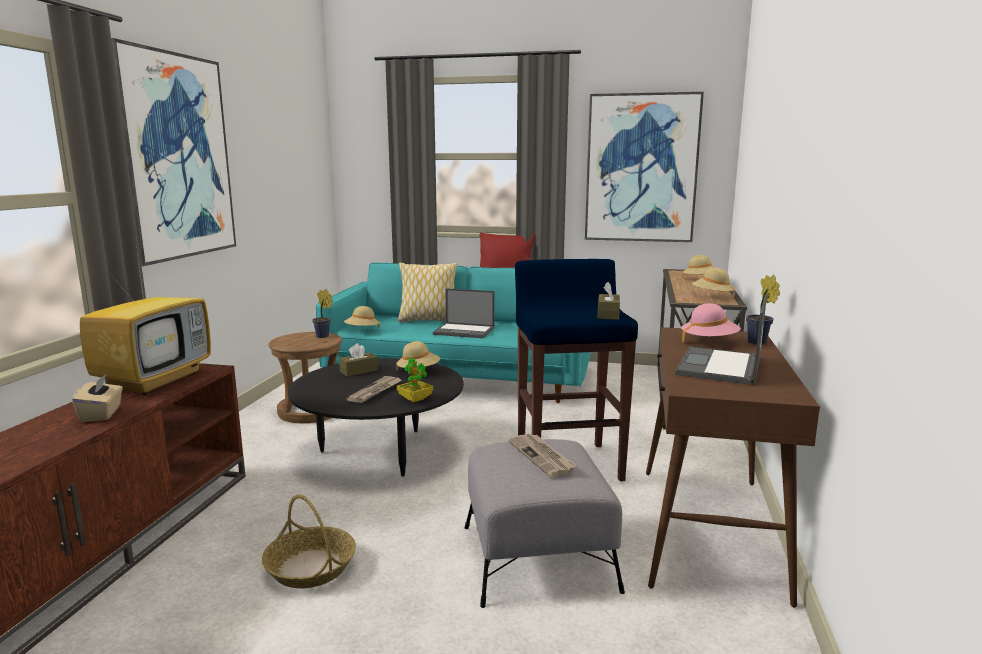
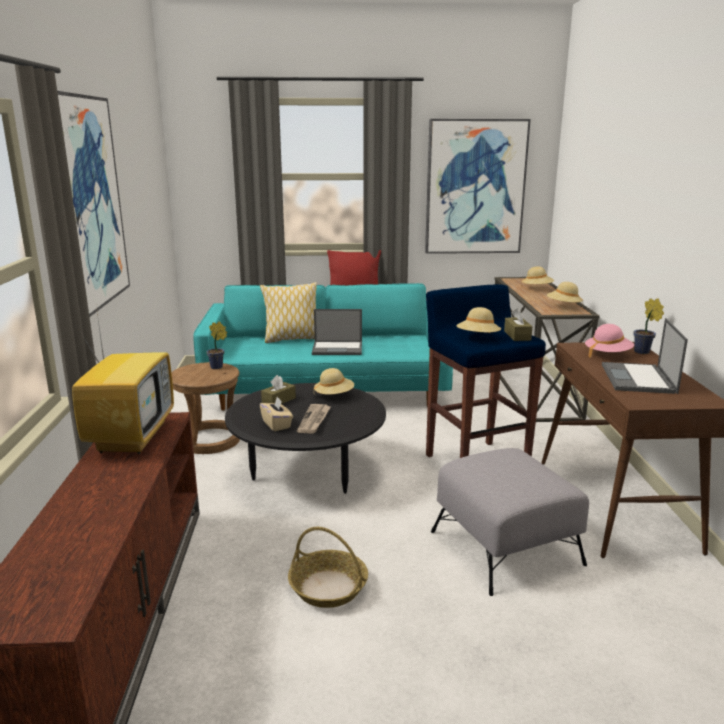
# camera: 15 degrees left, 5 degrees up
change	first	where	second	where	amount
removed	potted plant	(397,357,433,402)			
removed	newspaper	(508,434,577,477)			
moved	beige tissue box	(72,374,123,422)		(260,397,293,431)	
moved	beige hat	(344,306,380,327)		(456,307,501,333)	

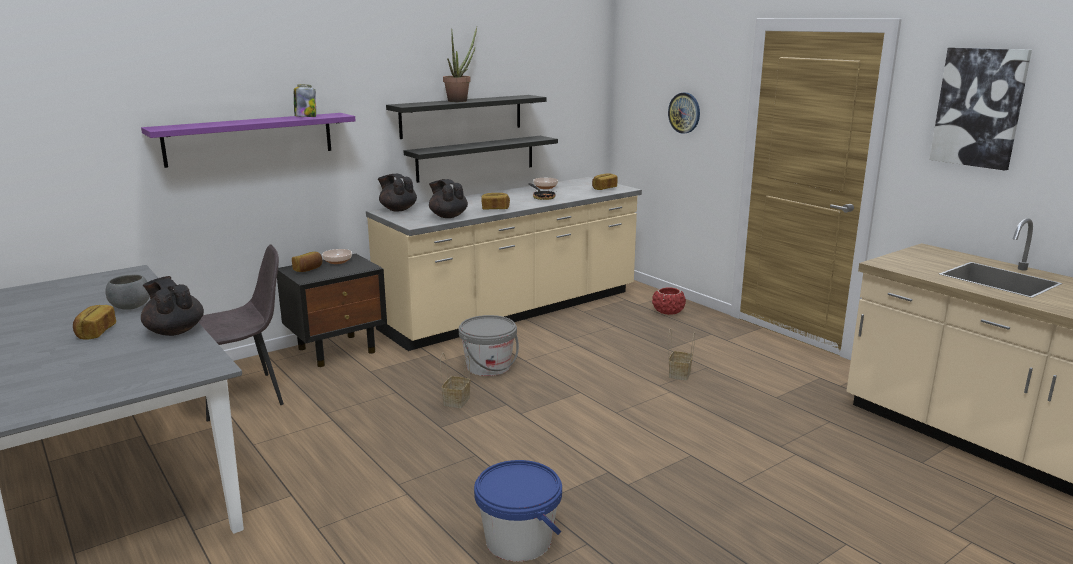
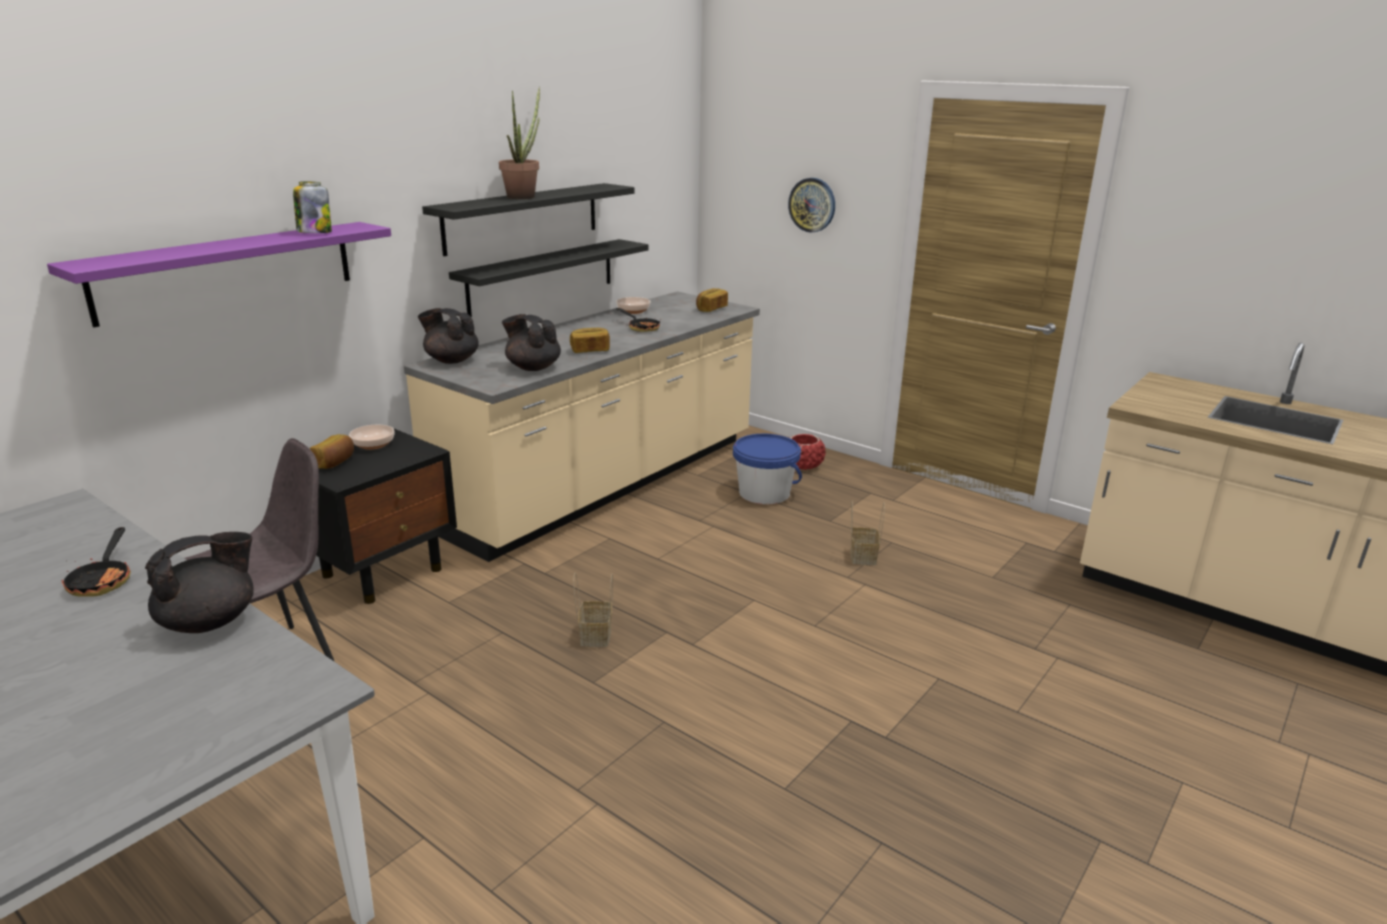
# camera: 15 degrees left, 5 degrees up
change	first	where	second	where	amount
removed	bread	(73,305,116,340)			
removed	grey bucket	(459,315,519,376)			
removed	picture	(929,48,1032,171)			
moved	blue bucket	(474,460,562,562)		(733,434,802,504)	
replaced	grey bowl	(105,274,150,310)	frying pan	(62,527,131,597)	
turned	black teapot	(141,276,204,336)		(145,532,254,633)	105 degrees clockwise

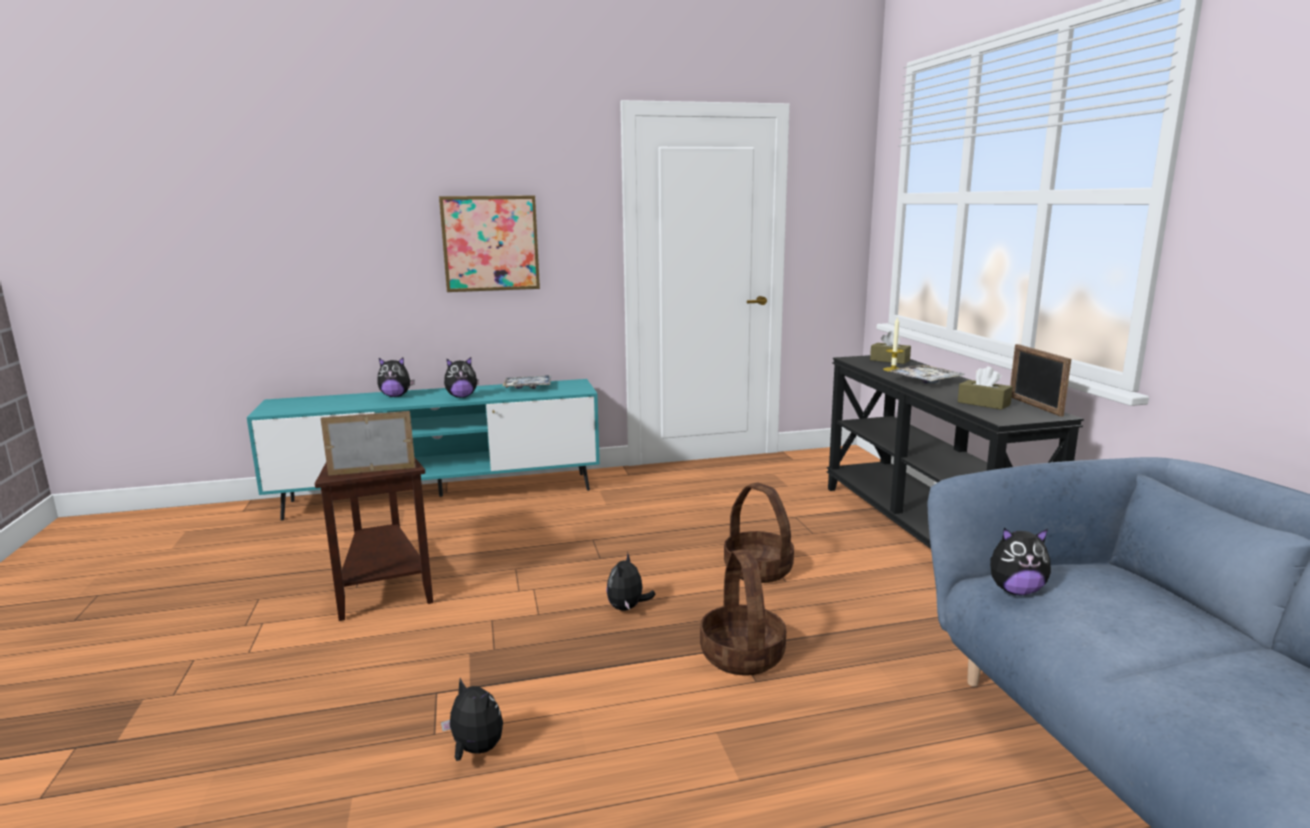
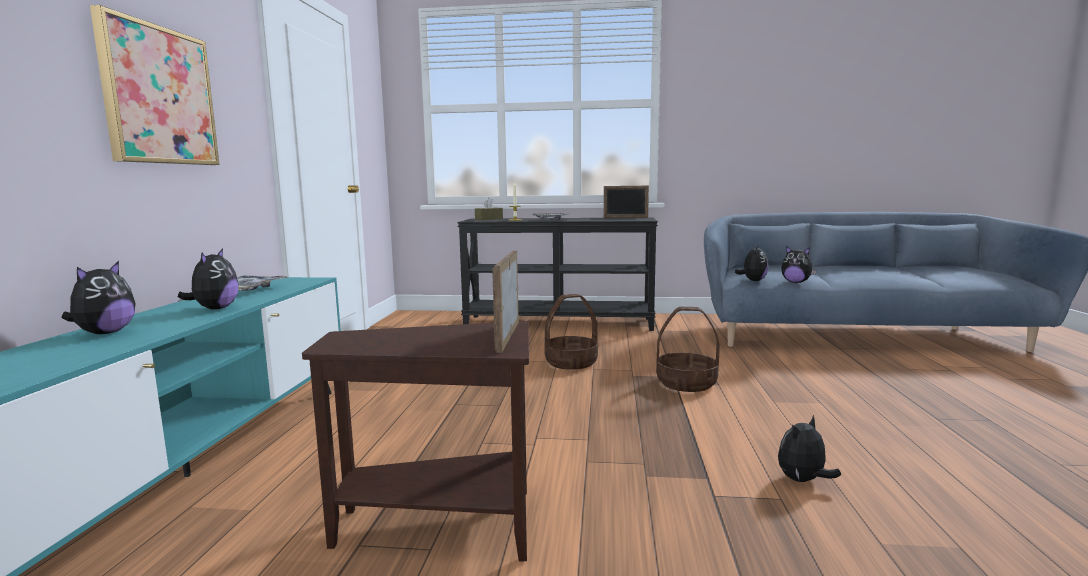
# camera: 70 degrees left, 5 degrees down
change	first	where	second	where	amount
removed	brown tissue box	(958,366,1013,410)			
moved	plush toy	(606,552,656,611)		(781,247,816,283)	

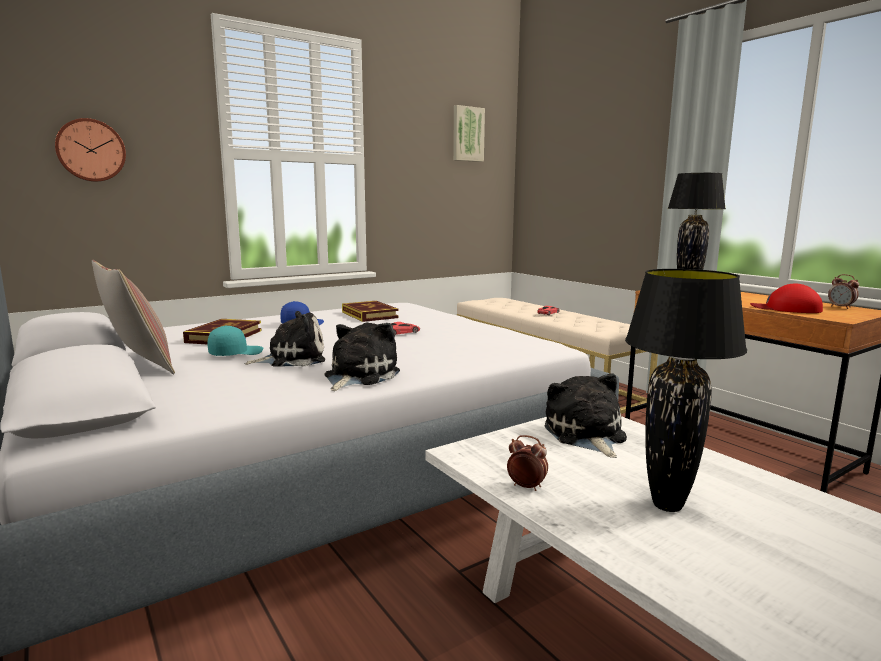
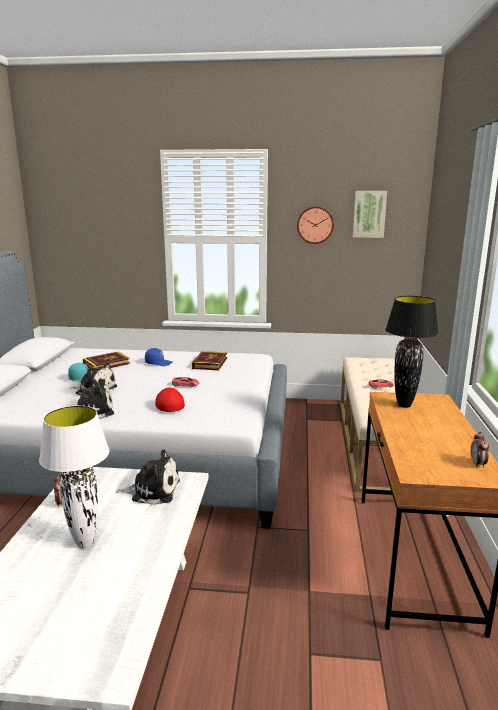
# camera: 40 degrees right, 5 degrees up
change	first	where	second	where	amount
removed	pillow	(92,260,175,374)			
moved	wall clock	(55,118,126,182)		(297,206,334,244)	
moved	red cap	(750,283,823,313)		(155,387,185,412)	
recoloured	black table lamp	(625,269,747,512)	white table lamp	(39,406,109,549)	
turned	plush toy	(545,373,627,458)		(116,449,180,505)	60 degrees clockwise

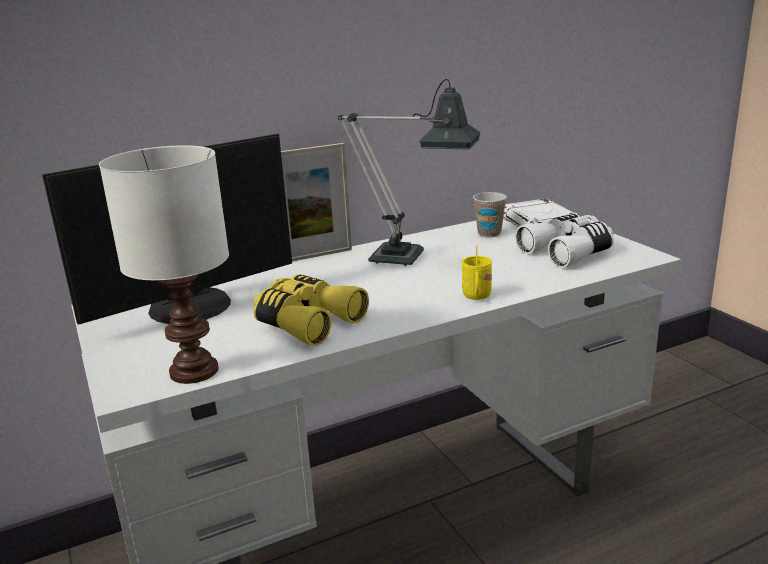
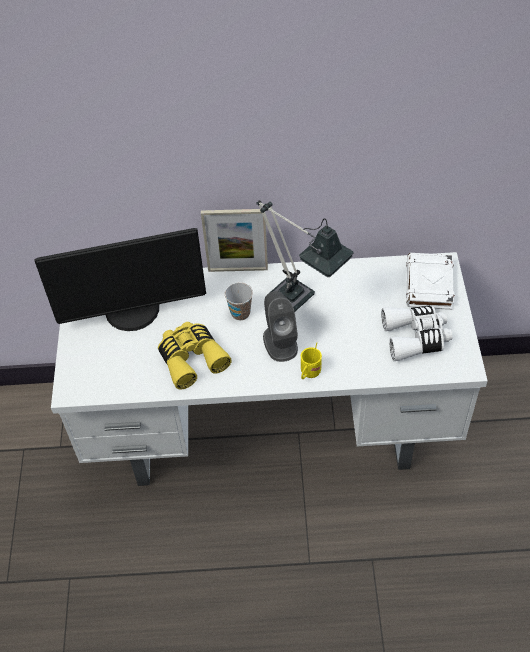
# camera: 25 degrees right, 30 degrees up
change	first	where	second	where	amount
removed	white table lamp	(99,145,229,384)			
added			grey speaker	(263,291,298,362)	
moved	cup	(473,192,507,237)		(225,282,253,321)	

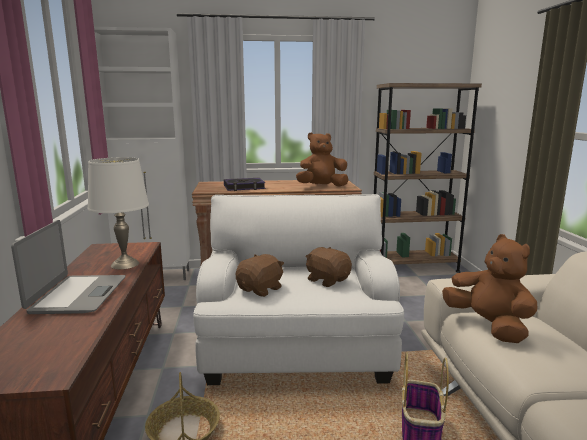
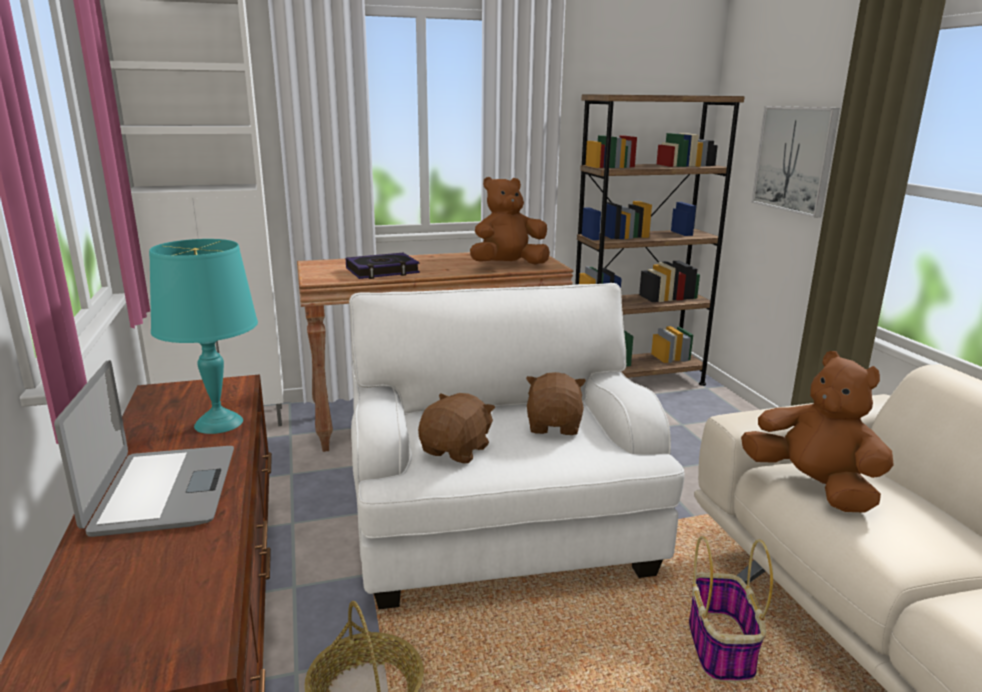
# camera: 10 degrees left, 5 degrees up
change	first	where	second	where	amount
added			picture	(751,106,840,217)	
recoloured	white table lamp	(88,157,149,269)	turquoise table lamp	(149,239,258,434)	
turned	brown plush toy	(306,247,352,287)		(526,372,586,435)	60 degrees clockwise

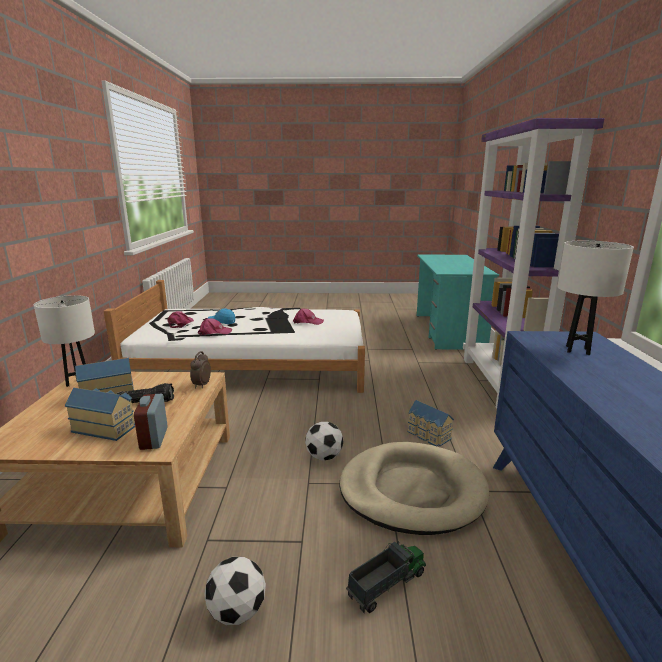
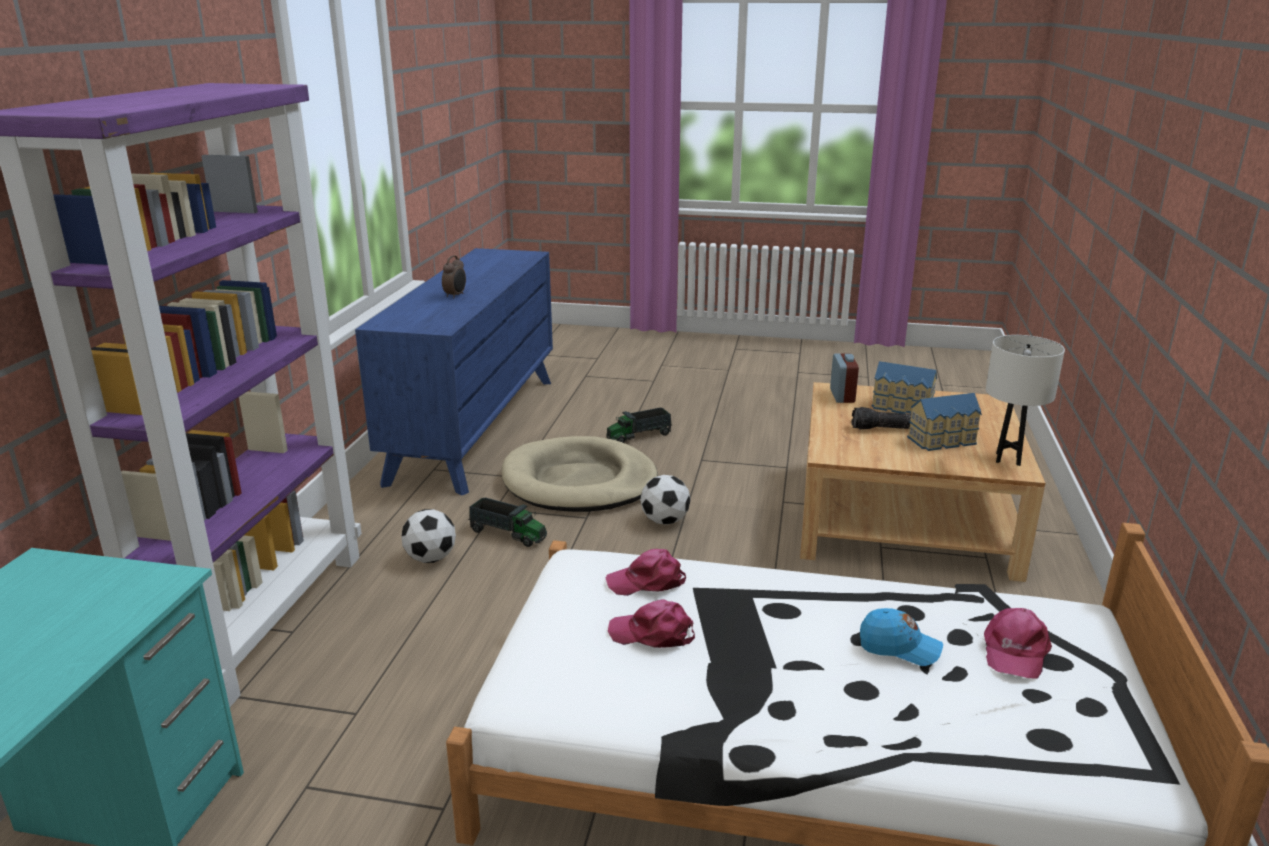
# camera: 170 degrees left, 5 degrees up
change	first	where	second	where	amount
removed	white table lamp	(558,241,634,355)			
moved	alarm clock	(190,351,211,389)		(442,255,466,298)	
moved	pink cap	(198,318,232,335)		(606,549,686,596)	
moved	football	(204,557,266,625)		(401,509,456,563)	
replaced	toy house	(407,400,454,446)	toy truck	(468,497,547,547)	

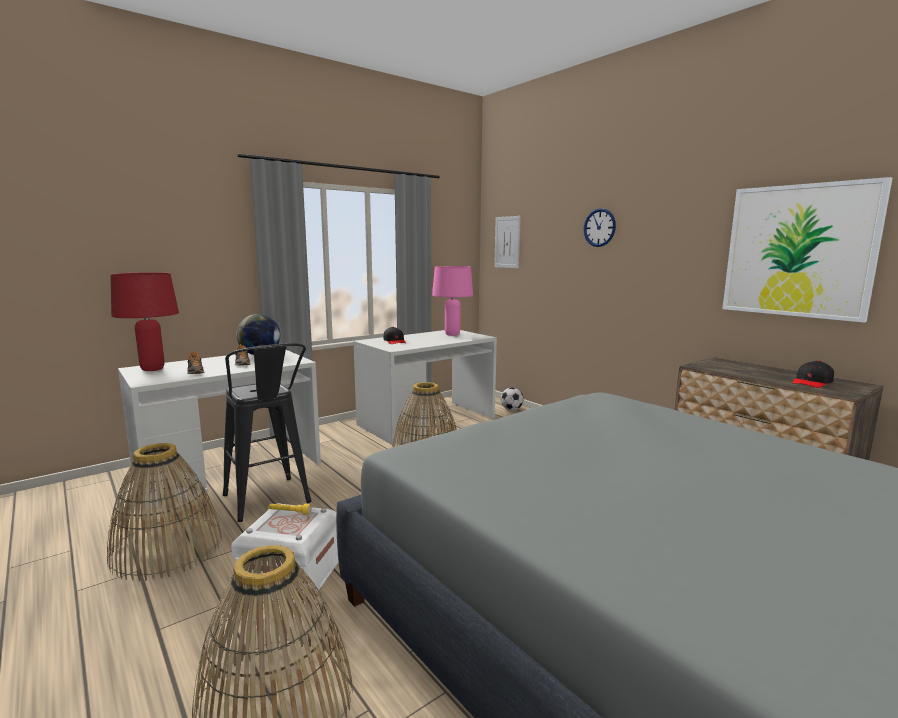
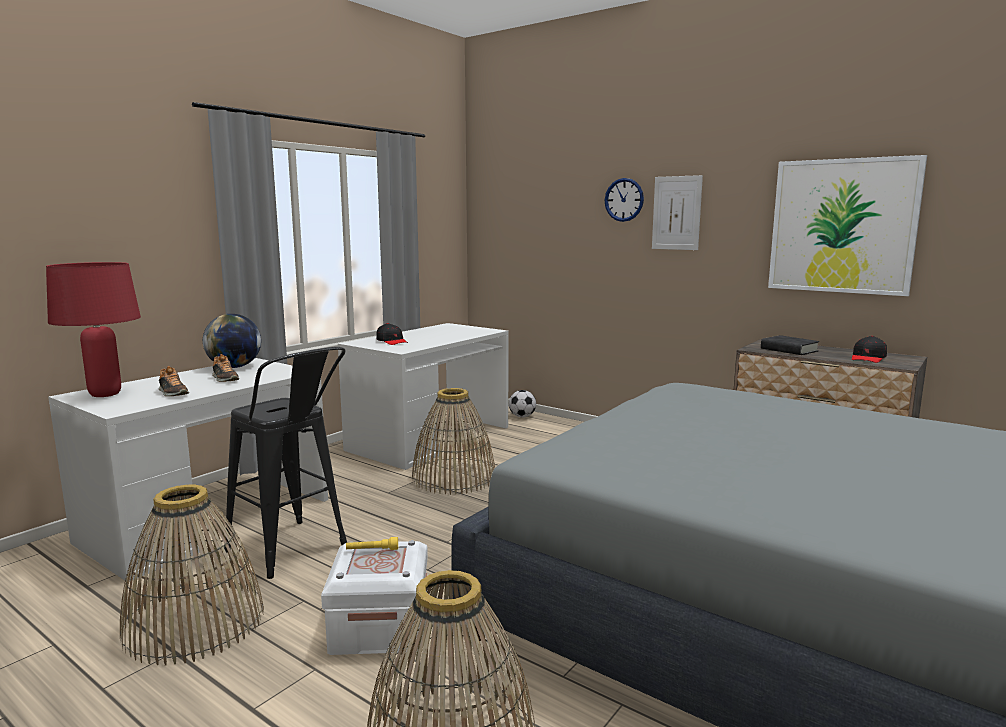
# camera: 15 degrees left, 0 degrees up
change	first	where	second	where	amount
removed	pink table lamp	(432,266,473,336)			
added			black book	(761,335,819,355)	
moved	picture	(494,216,521,268)		(652,175,703,250)	

